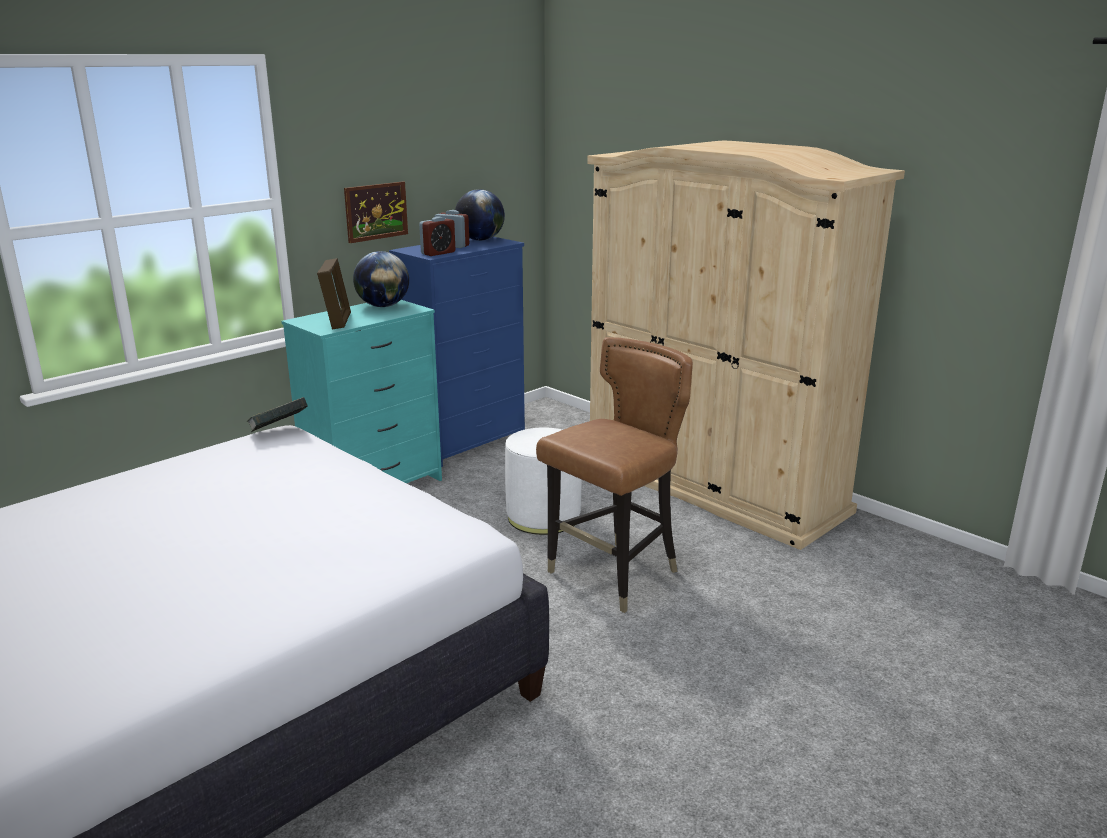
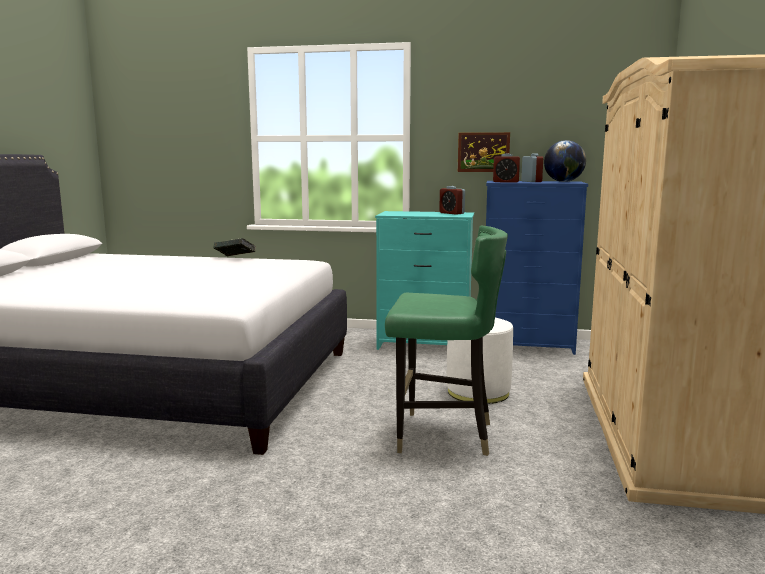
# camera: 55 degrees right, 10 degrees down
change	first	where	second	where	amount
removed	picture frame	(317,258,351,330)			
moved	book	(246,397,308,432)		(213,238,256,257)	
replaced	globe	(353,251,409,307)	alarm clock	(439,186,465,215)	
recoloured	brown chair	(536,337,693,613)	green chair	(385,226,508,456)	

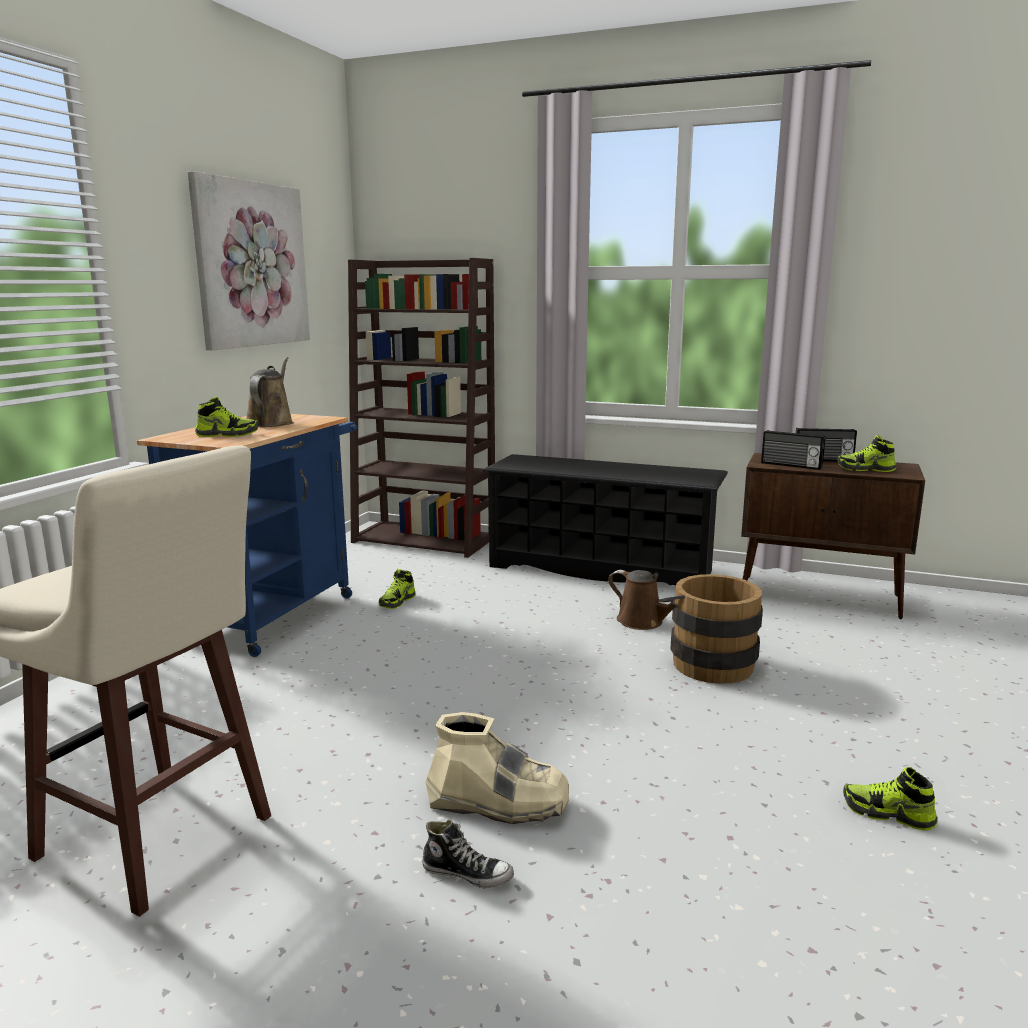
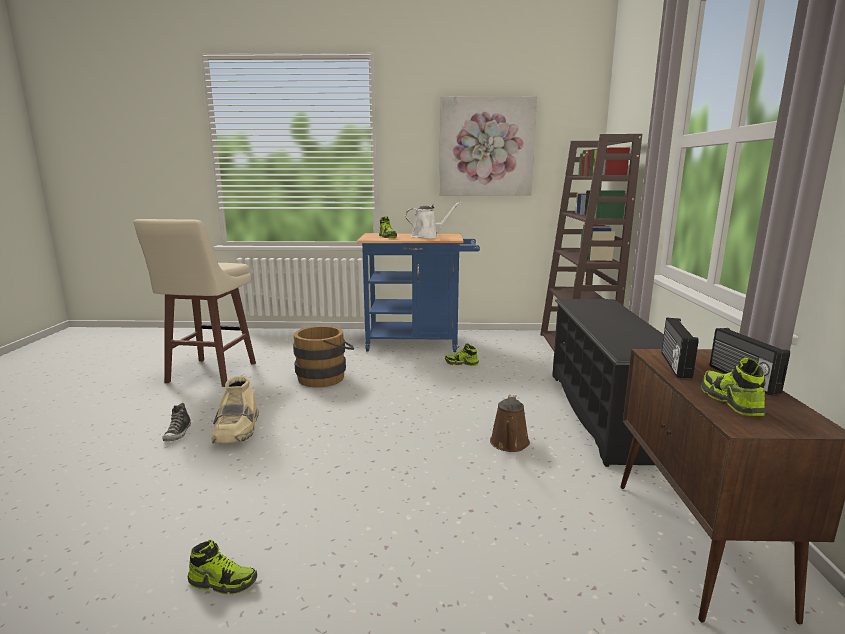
# camera: 70 degrees right, 0 degrees up
change	first	where	second	where	amount
moved	brown bucket	(658,574,763,684)		(293,326,354,387)	
recoloured	brown watering can	(246,357,294,427)	white watering can	(405,201,461,238)	
turned	shoe	(843,767,938,831)		(188,540,257,595)	90 degrees clockwise

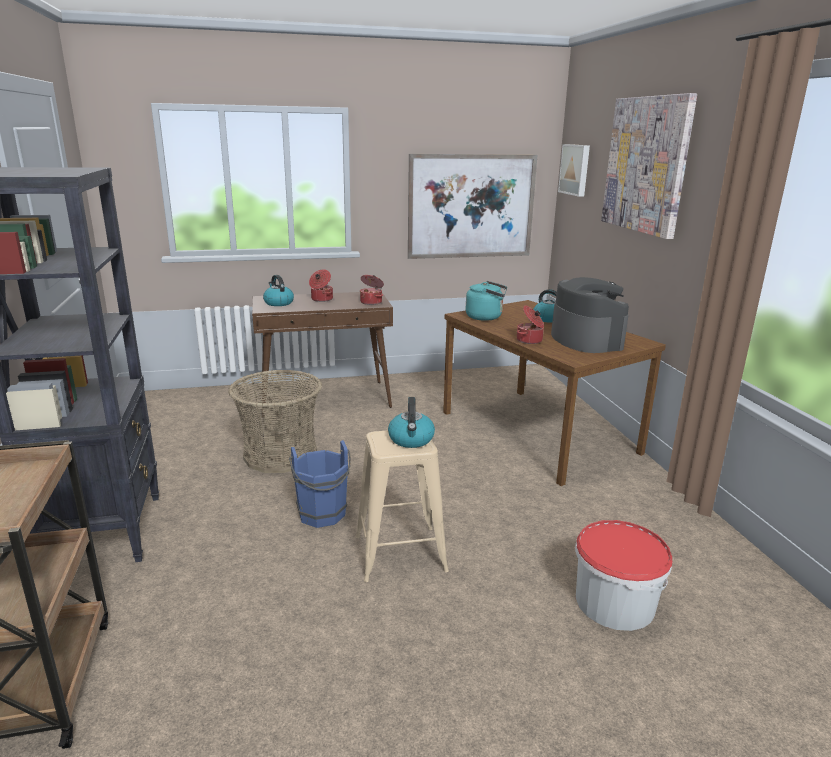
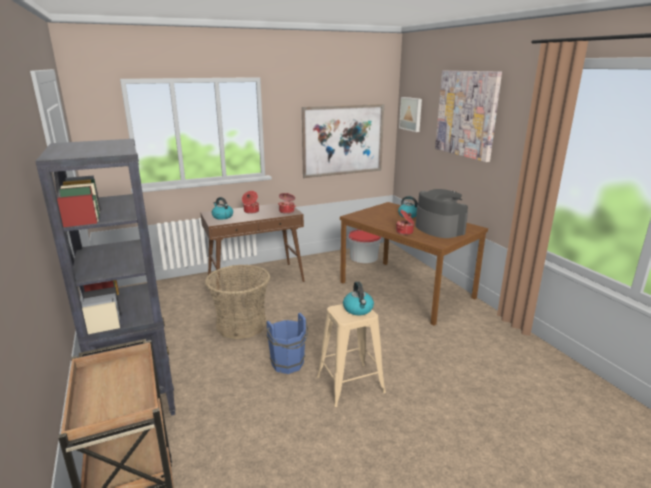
# camera: 10 degrees left, 0 degrees up
change	first	where	second	where	amount
removed	turquoise kettle	(466,281,507,321)			
moved	bucket	(575,520,672,631)		(348,229,381,263)	

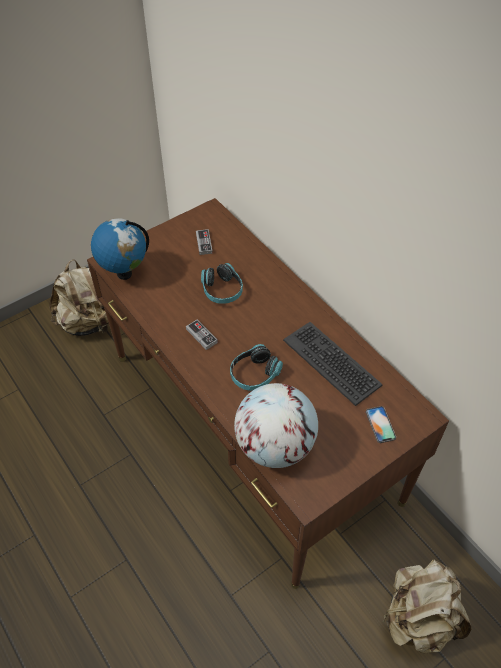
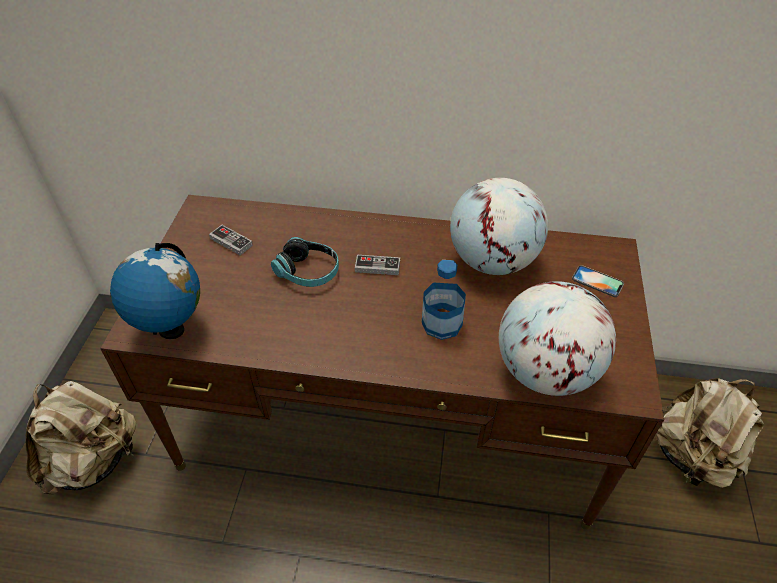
# camera: 45 degrees left, 5 degrees down
change	first	where	second	where	amount
moved	game controller	(186,319,218,350)		(355,255,400,275)	
replaced	headphones	(230,344,283,391)	bottle	(422,260,466,340)	
replaced	keyboard	(283,322,383,406)	globe	(450,178,548,275)	

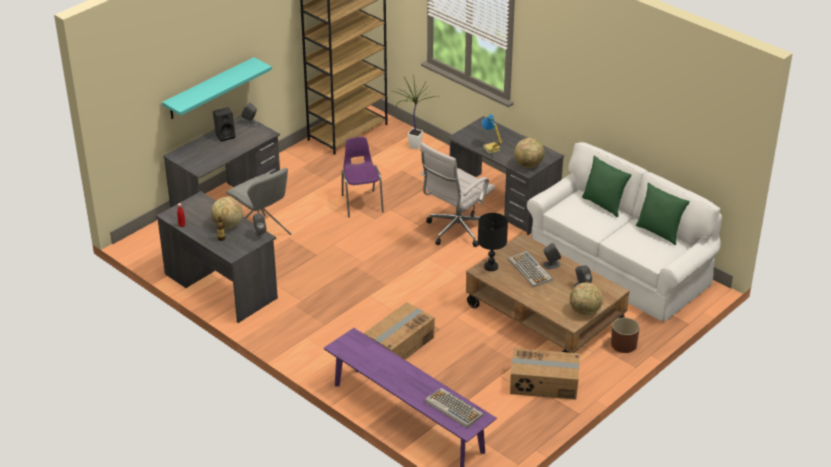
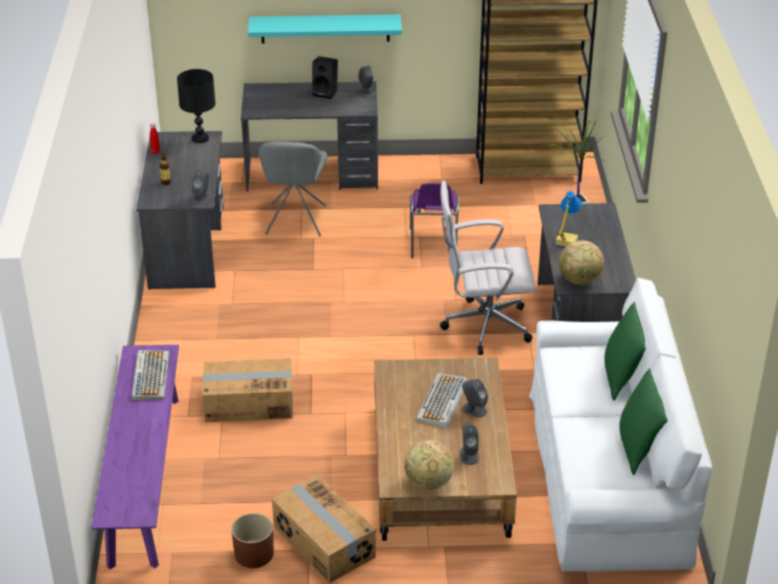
# camera: 45 degrees right, 0 degrees up
change	first	where	second	where	amount
removed	globe	(211,197,243,228)			
moved	keyboard	(425,388,484,428)		(132,350,169,401)	
moved	black table lamp	(478,213,508,271)		(177,69,216,143)	
moved	brown planter	(611,318,640,353)		(231,513,274,568)	
turned	purple chair	(342,137,384,217)		(410,183,459,258)	150 degrees clockwise

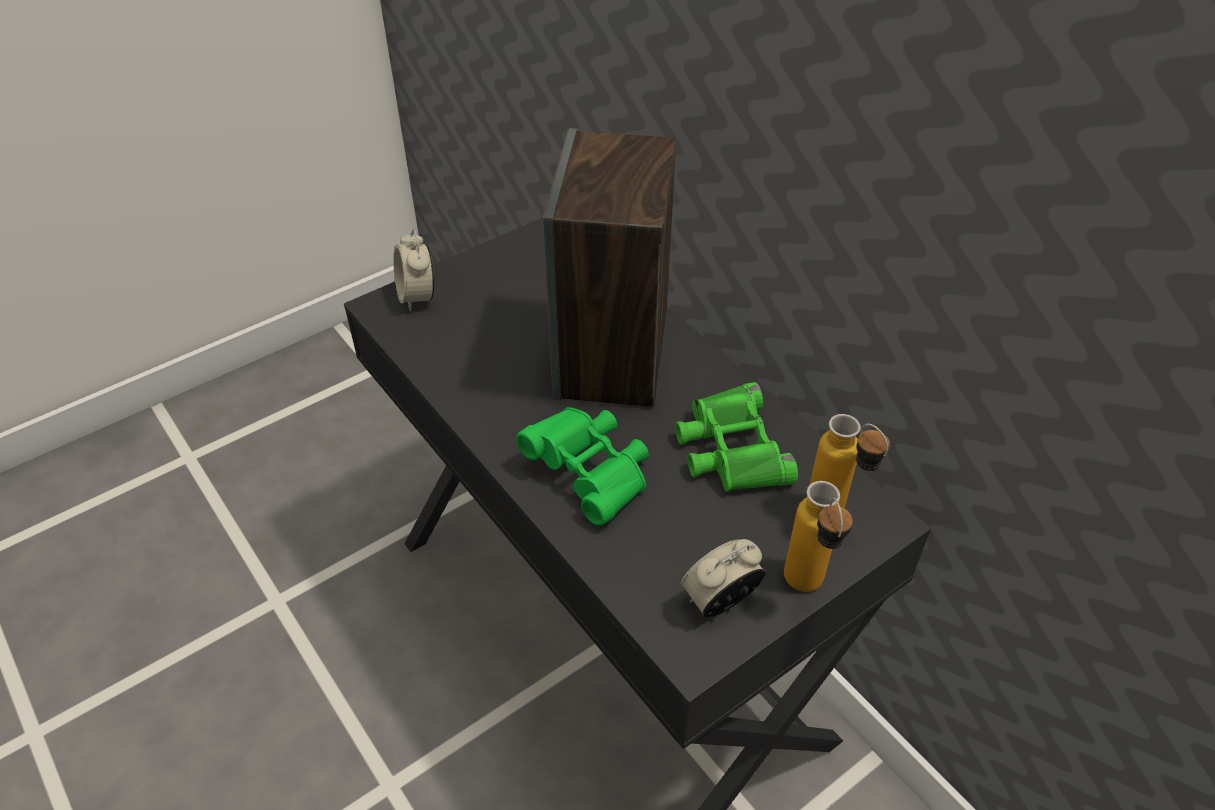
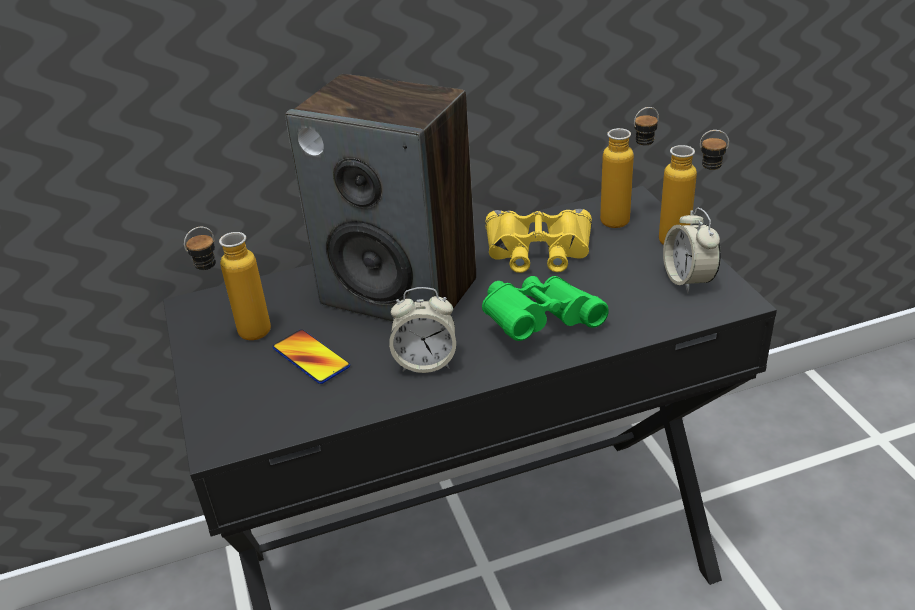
# camera: 70 degrees left, 10 degrees down
change	first	where	second	where	amount
added			bottle	(184,227,271,340)	
added			phone	(273,329,350,384)	
moved	alarm clock	(393,229,435,311)		(389,287,456,373)	
recoloured	green binoculars	(675,382,798,491)	yellow binoculars	(485,209,592,273)	

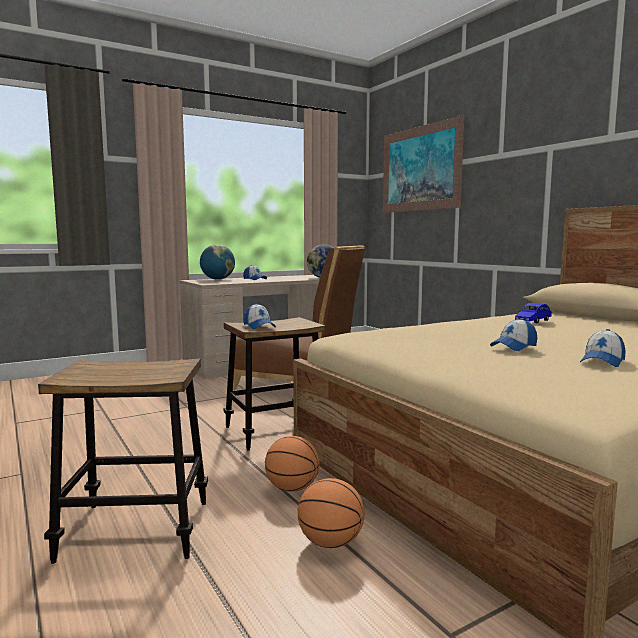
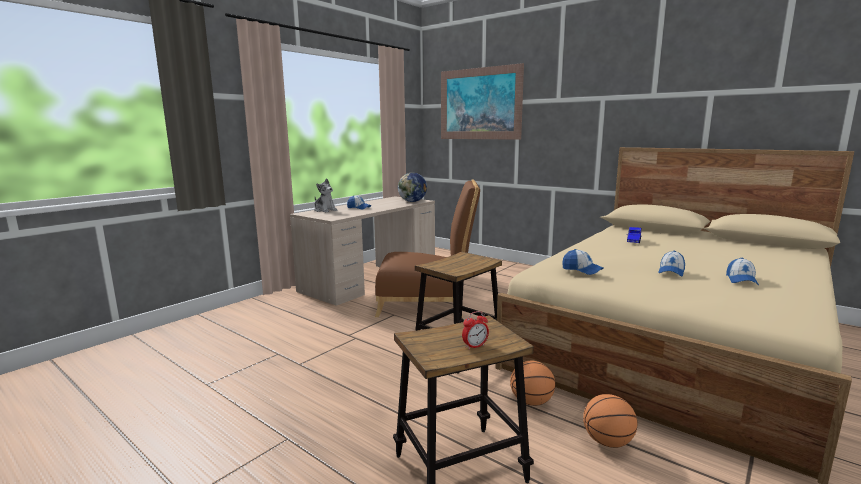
# camera: 20 degrees left, 5 degrees up
change	first	where	second	where	amount
added			alarm clock	(462,311,489,349)	
moved	cap	(244,303,276,329)		(562,249,603,275)	
replaced	globe	(200,245,235,280)	plush toy	(314,178,337,212)	

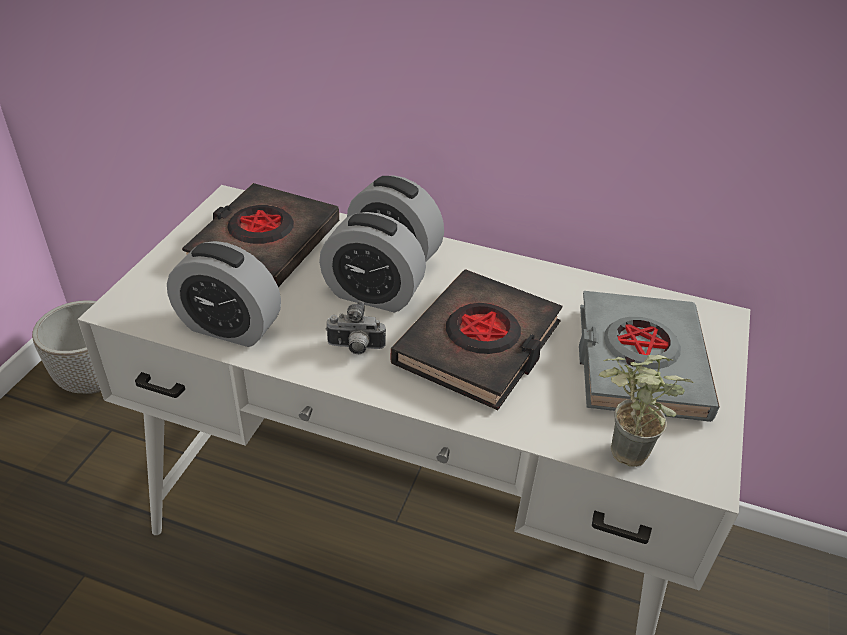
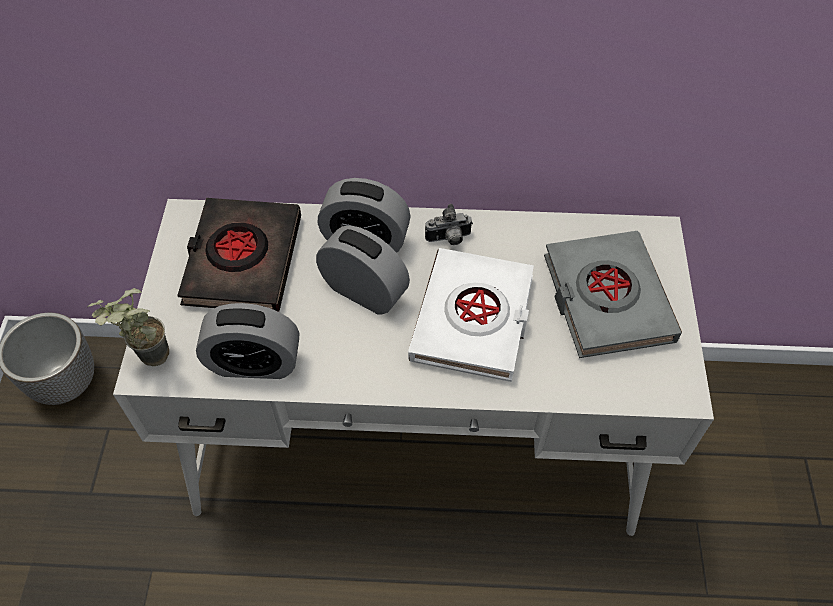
# camera: 15 degrees left, 15 degrees up
change	first	where	second	where	amount
moved	photo camera	(326,301,386,354)		(425,204,473,245)	
moved	potted plant	(599,355,694,467)		(88,288,169,366)	
recoloured	black book	(391,269,562,410)	white book	(408,248,534,382)	
turned	alarm clock	(319,212,426,312)		(316,226,410,315)	150 degrees counterclockwise

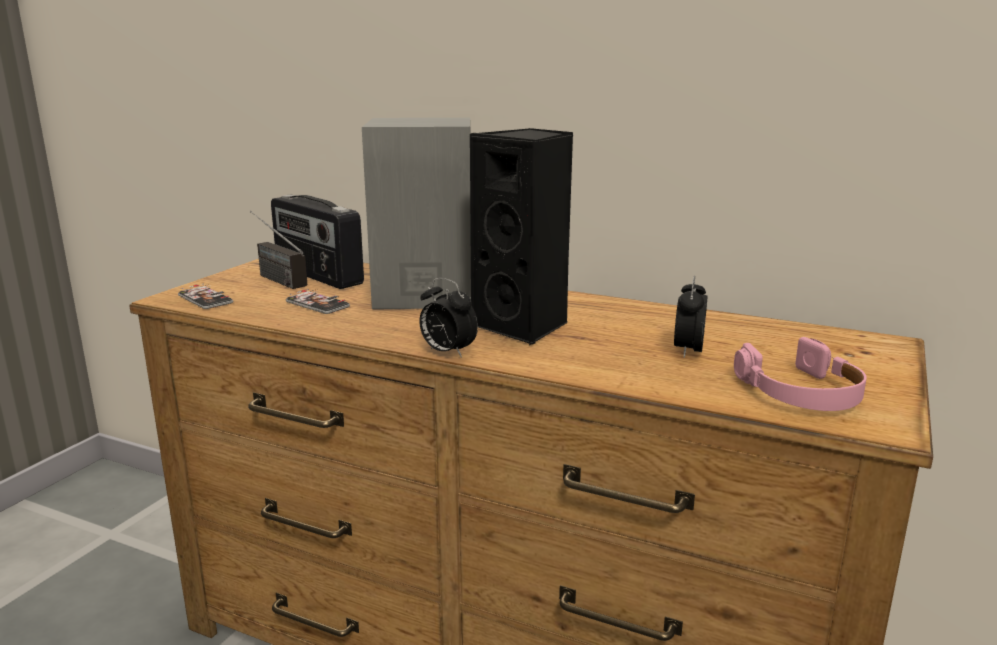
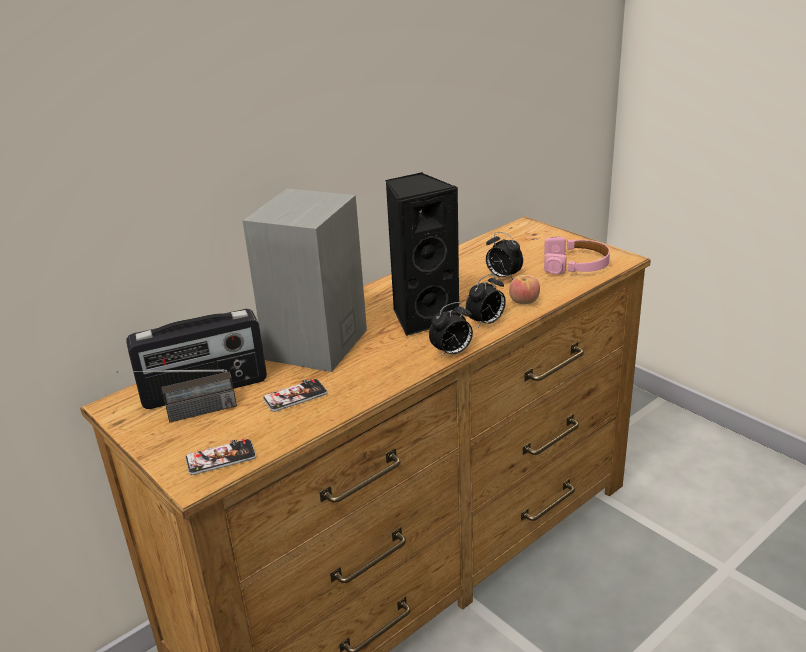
# camera: 65 degrees left, 10 degrees up
change	first	where	second	where	amount
added			alarm clock	(466,274,506,328)	
added			apple	(509,275,540,304)	

